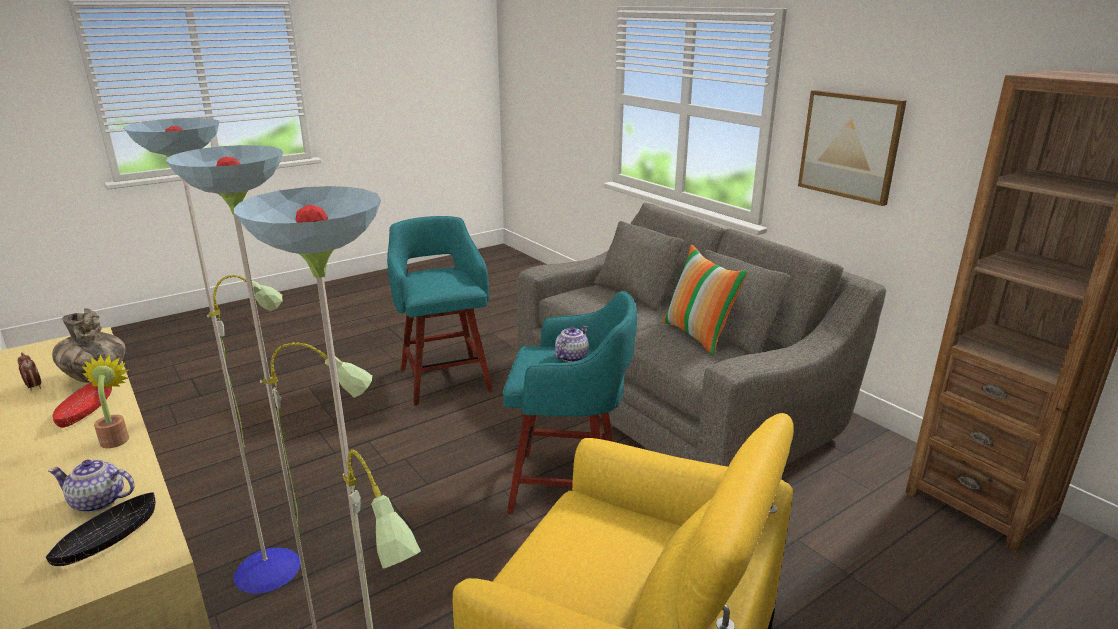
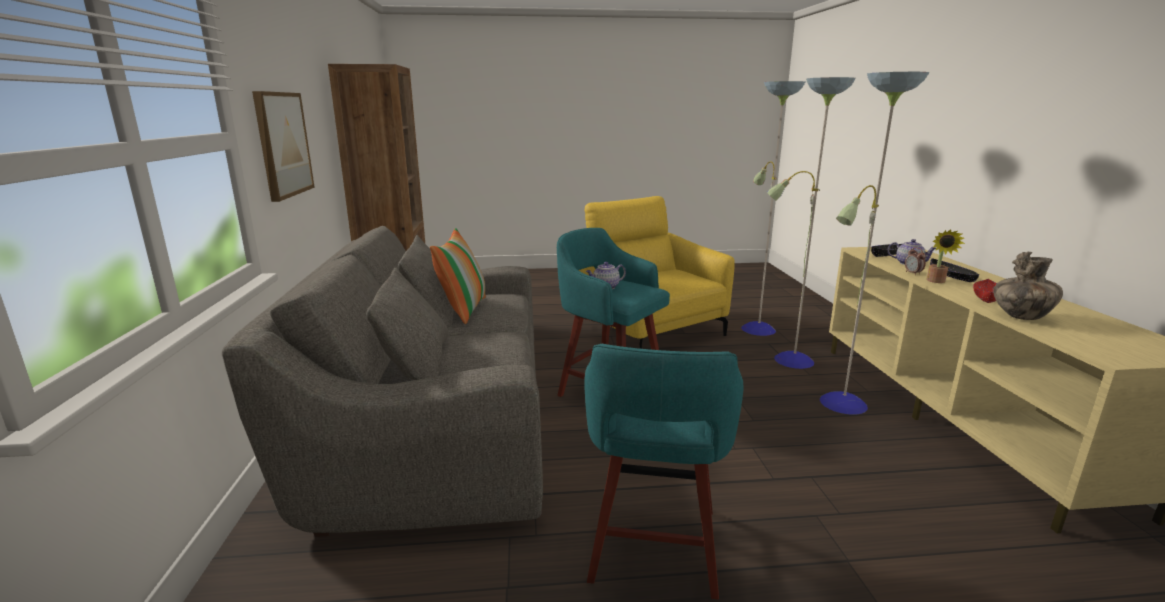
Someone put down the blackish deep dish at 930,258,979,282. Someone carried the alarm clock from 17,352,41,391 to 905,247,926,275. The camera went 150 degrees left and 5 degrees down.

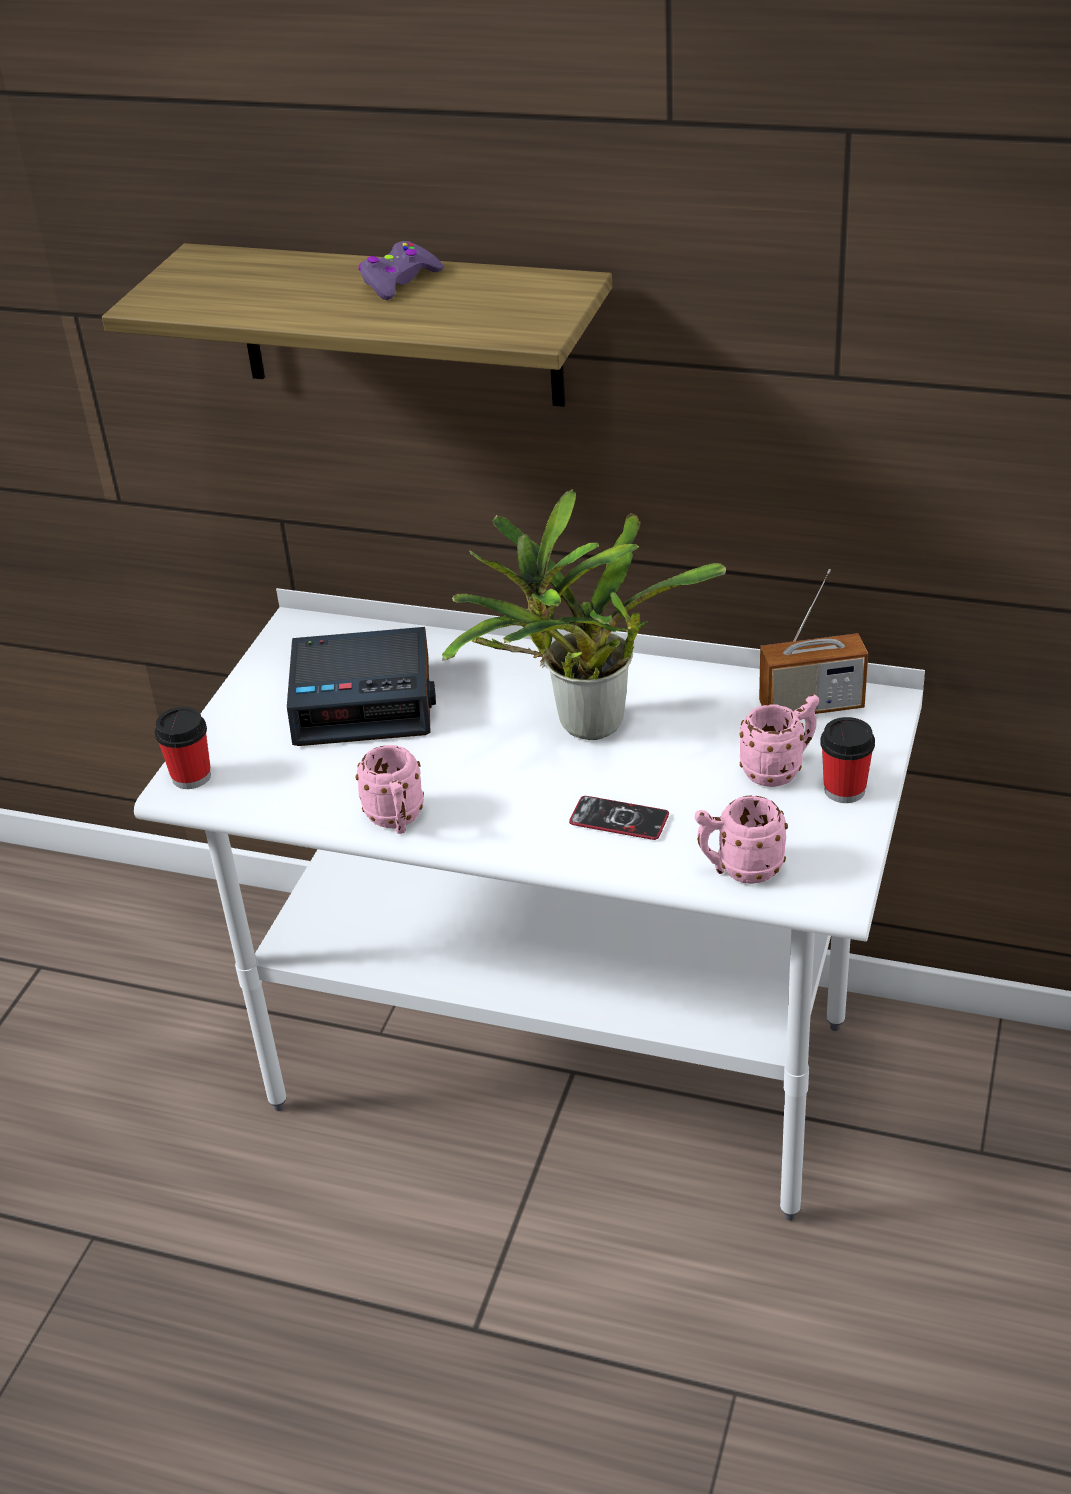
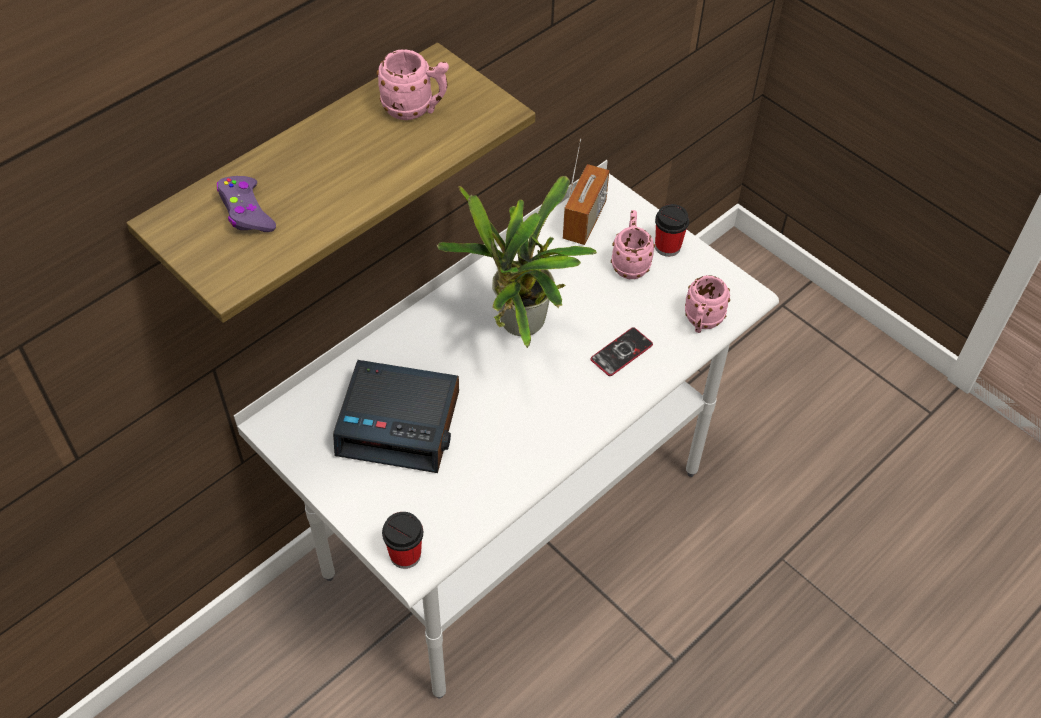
Someone carried the pinkish tea mug from 356,745,424,834 to 376,49,449,120. Someone carried the purple-coloured joypad from 358,241,443,300 to 217,176,276,232. Someone rotated the alarm clock at 287,627,436,746 by 75 degrees clockwise. The camera went 65 degrees left and 15 degrees up.

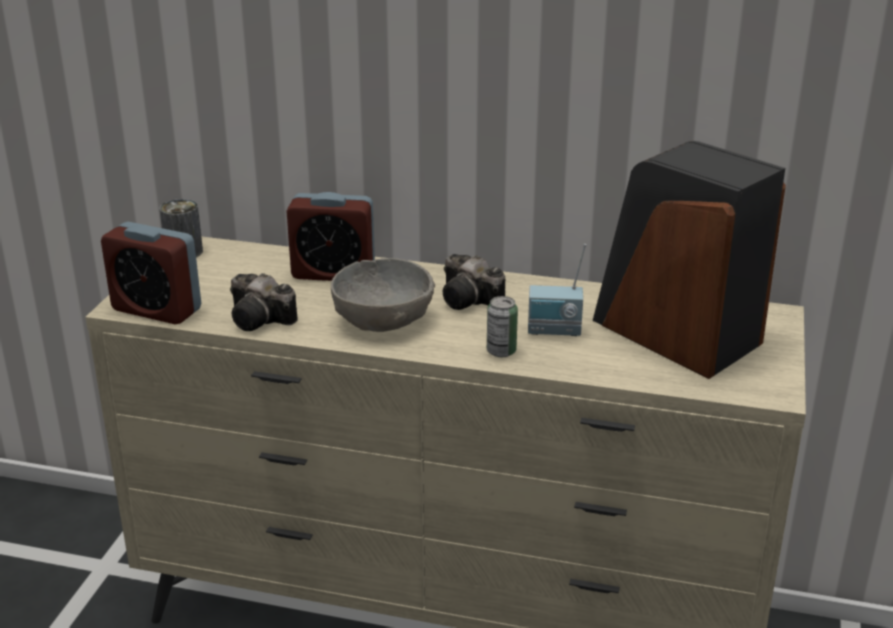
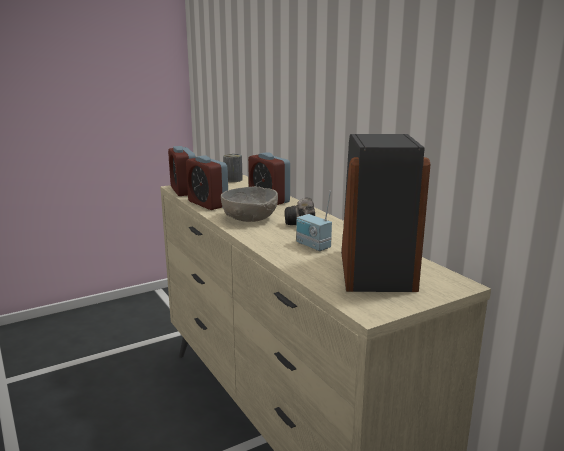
Someone took away the metal can at 487,296,518,357. Someone swapped the photo camera at 230,273,298,331 for the alarm clock at 186,156,228,210. The camera went 45 degrees right and 10 degrees down.

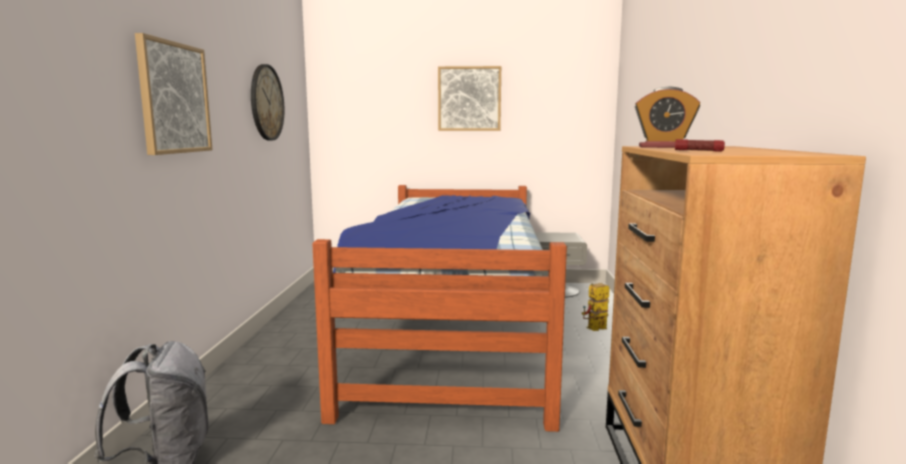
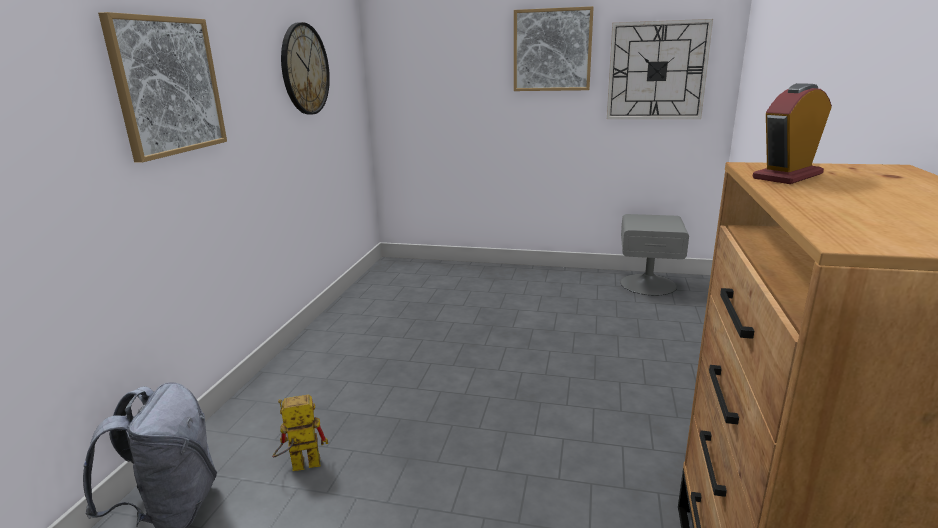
Someone took away the sleeping bed at 312,185,567,432. Someone took away the flashlight at 675,139,725,152. Someone put up the clock on the wall at 607,19,713,119. Someone carried the model robot from 582,283,610,331 to 272,394,328,471. Someone rotated the alarm clock at 635,87,700,148 by 120 degrees clockwise. The camera went 10 degrees right and 10 degrees up.

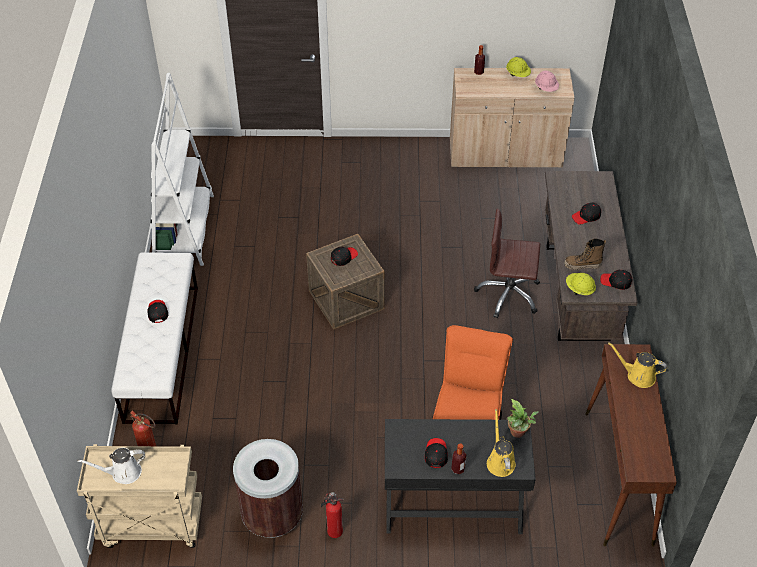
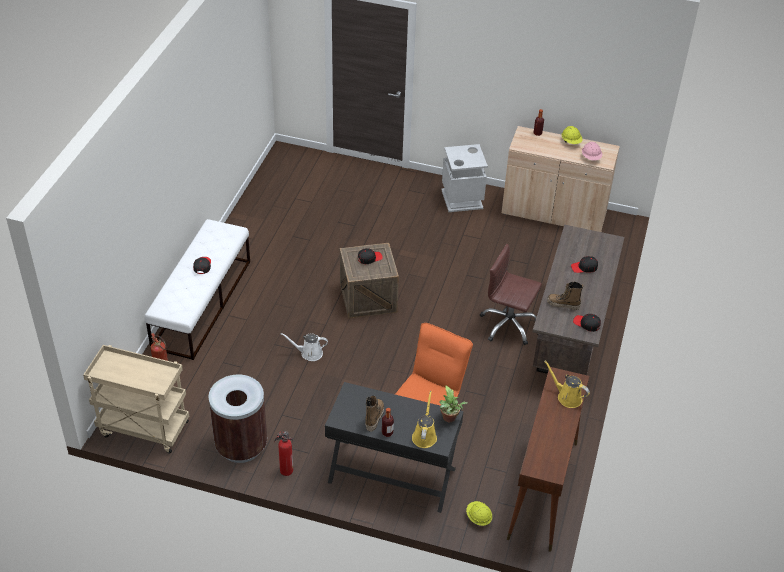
Someone took away the white bookshelf at 150,73,214,266. Someone put down the greyish waste bin at 441,144,488,212. Someone carried the white watering can from 77,448,145,484 to 281,333,328,361. Someone carried the yellowish hard hat from 566,273,596,295 to 466,501,492,526. Someone swapped the blackish cap at 425,438,448,468 for the high-top boot at 365,396,384,432. The camera went 15 degrees right and 5 degrees down.

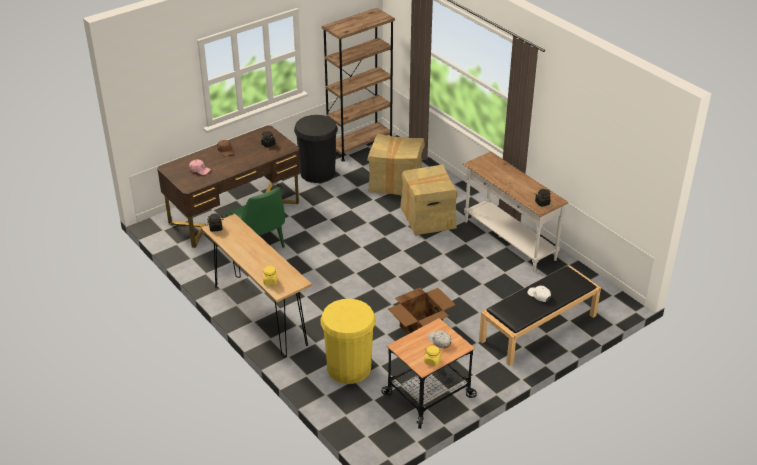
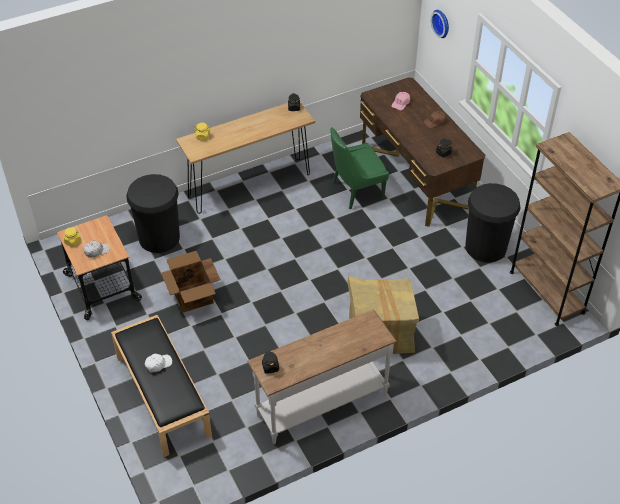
Someone took away the carton at 367,133,425,196. Someone put up the clock on the wall at 431,10,449,38. Someone repainted the yellowish waste bin at 320,299,376,384, which became the blackish waste bin at 126,174,180,253. The camera went 100 degrees right and 10 degrees up.

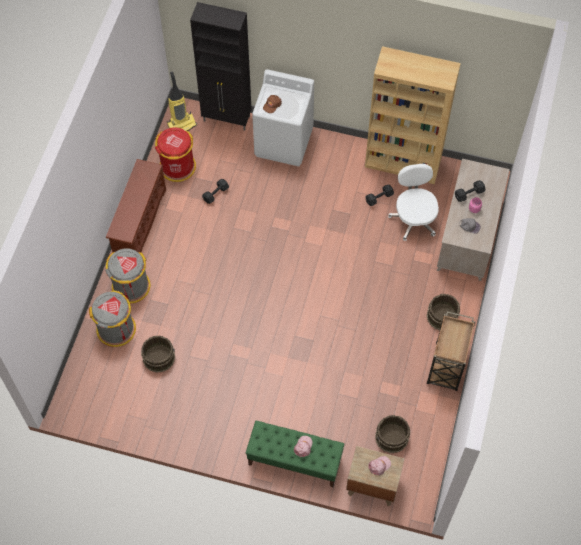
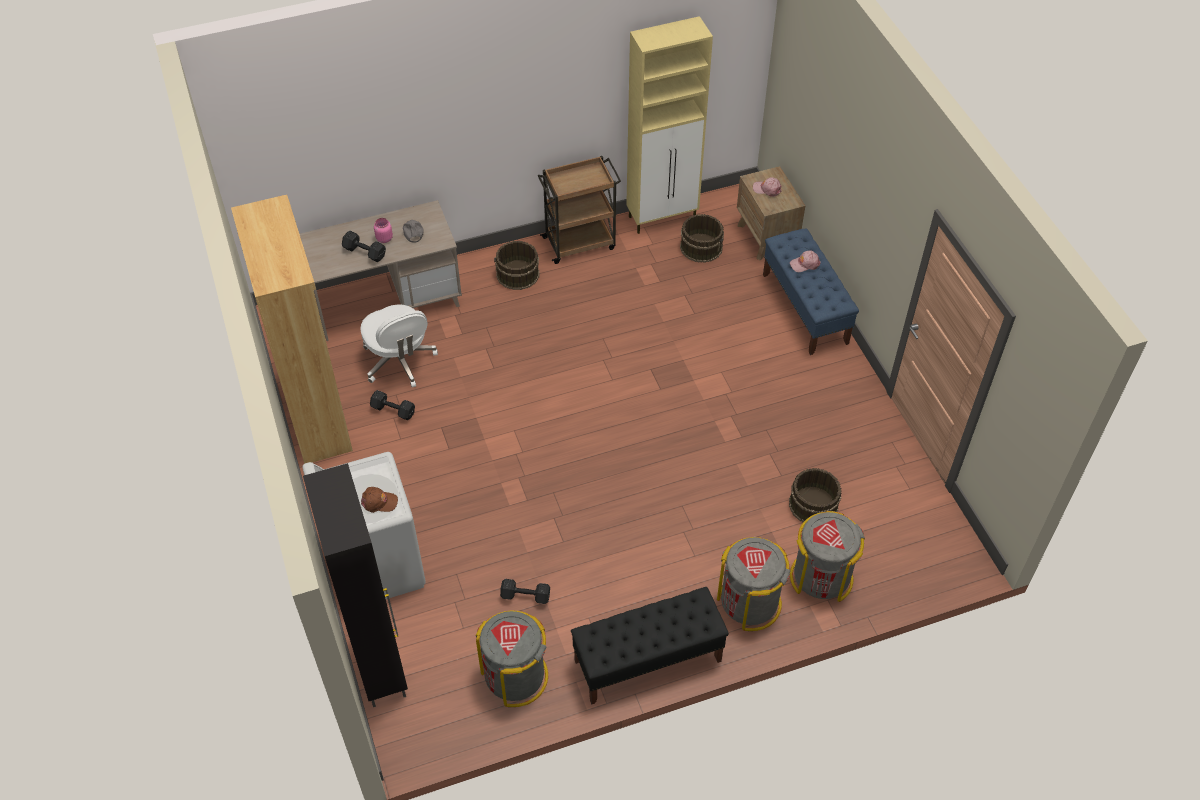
Someone took away the vacuum cleaner at 167,71,197,131. Someone put down the sand-coloured cabinet at 626,16,713,234. Someone swapped the brown shoe rack at 106,159,166,253 for the blackish bench at 571,587,729,705. Someone repainted the red-coloured waste bin at 155,127,196,182, which became the greyish waste bin at 476,610,548,707. Someone repainted the green-coloured bench at 246,421,344,487, which became the bluish bench at 763,228,859,355. Someone rotated the white desk chair at 388,164,439,241 by 75 degrees counterclockwise. The camera went 125 degrees left and 10 degrees down.

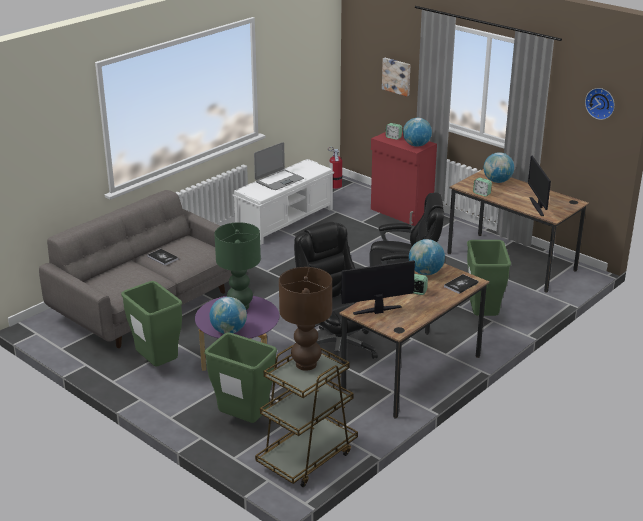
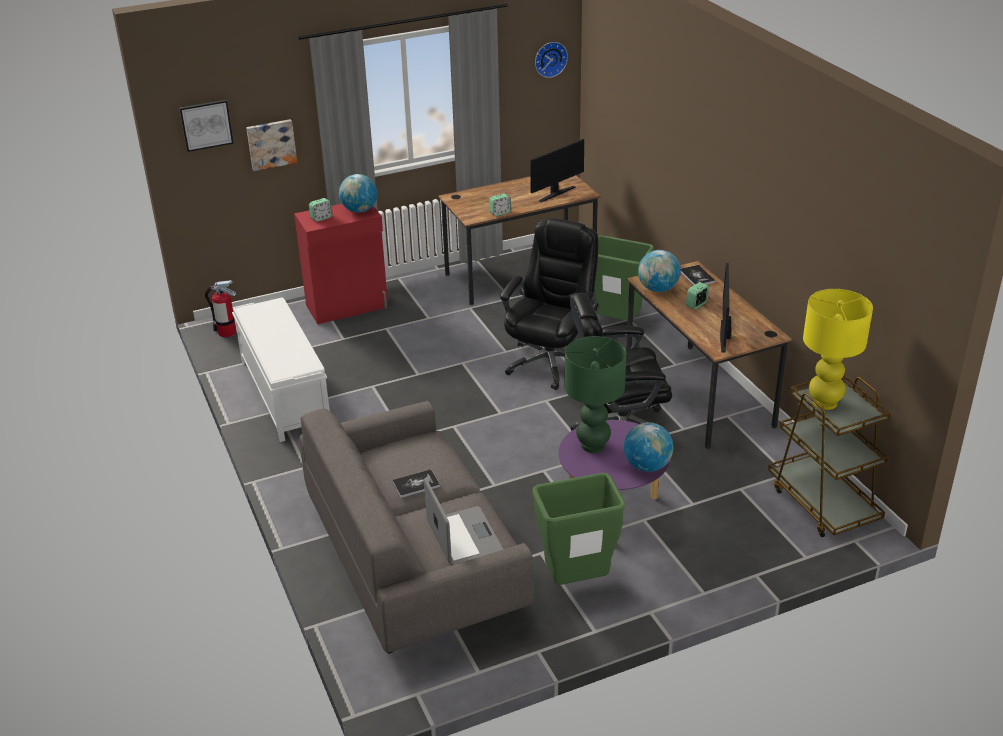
Someone took away the green-coloured waste bin at 205,333,277,423. Someone took away the desk globe at 484,152,514,183. Someone put up the wall picture at 179,100,234,152. Someone carried the notebook computer from 254,142,304,190 to 424,478,503,565. Someone repainted the brown table lamp at 279,267,332,371, which became the yellowish table lamp at 803,289,873,410. Someone rotated the monitor at 528,156,551,216 by 60 degrees counterclockwise. The camera went 65 degrees left and 5 degrees up.

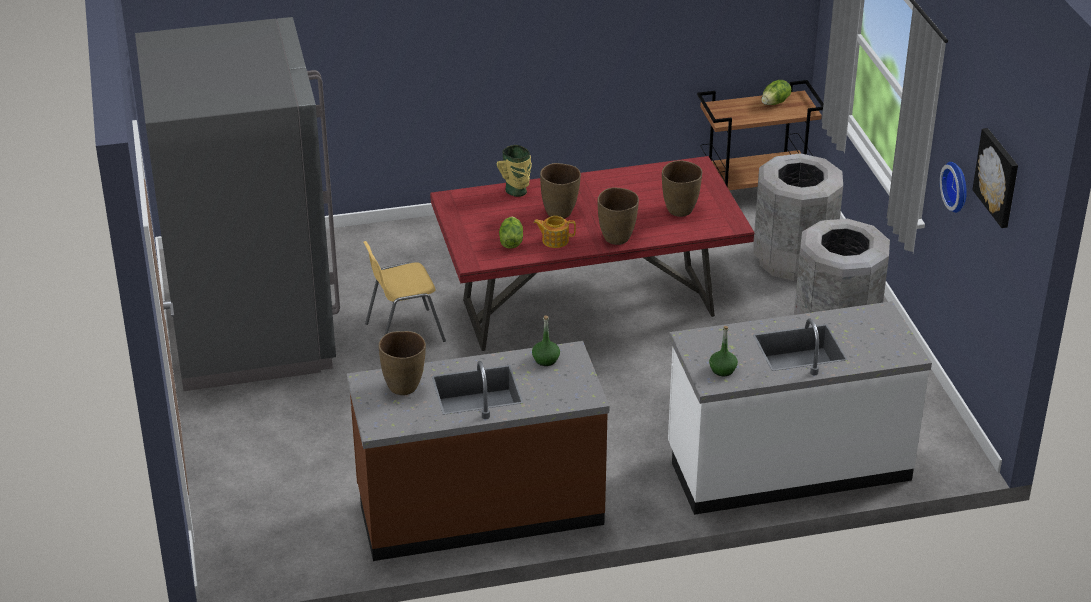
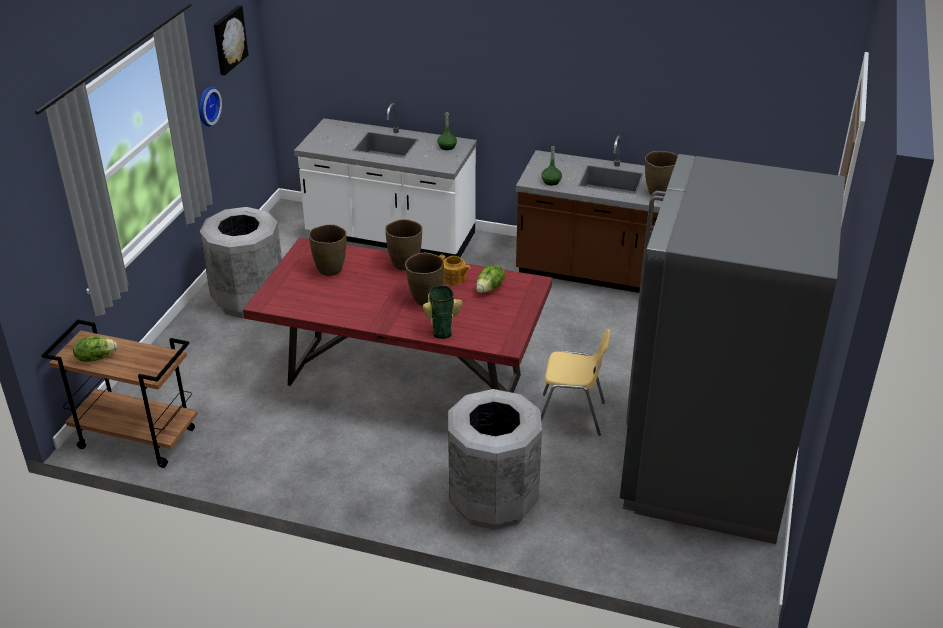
Someone carried the greyish waste bin from 754,153,843,281 to 448,389,542,530. The camera went 150 degrees left and 0 degrees up.

